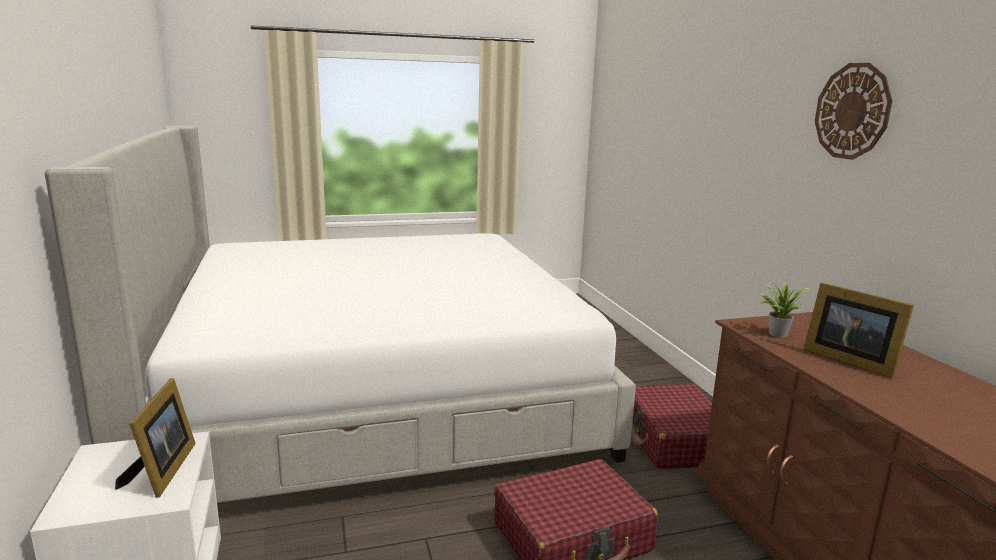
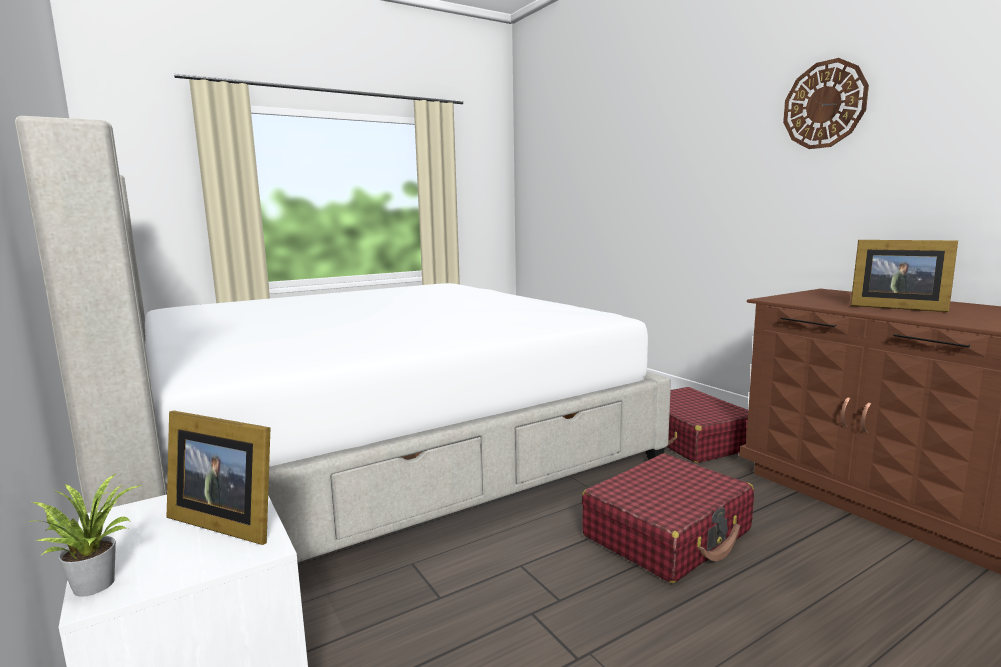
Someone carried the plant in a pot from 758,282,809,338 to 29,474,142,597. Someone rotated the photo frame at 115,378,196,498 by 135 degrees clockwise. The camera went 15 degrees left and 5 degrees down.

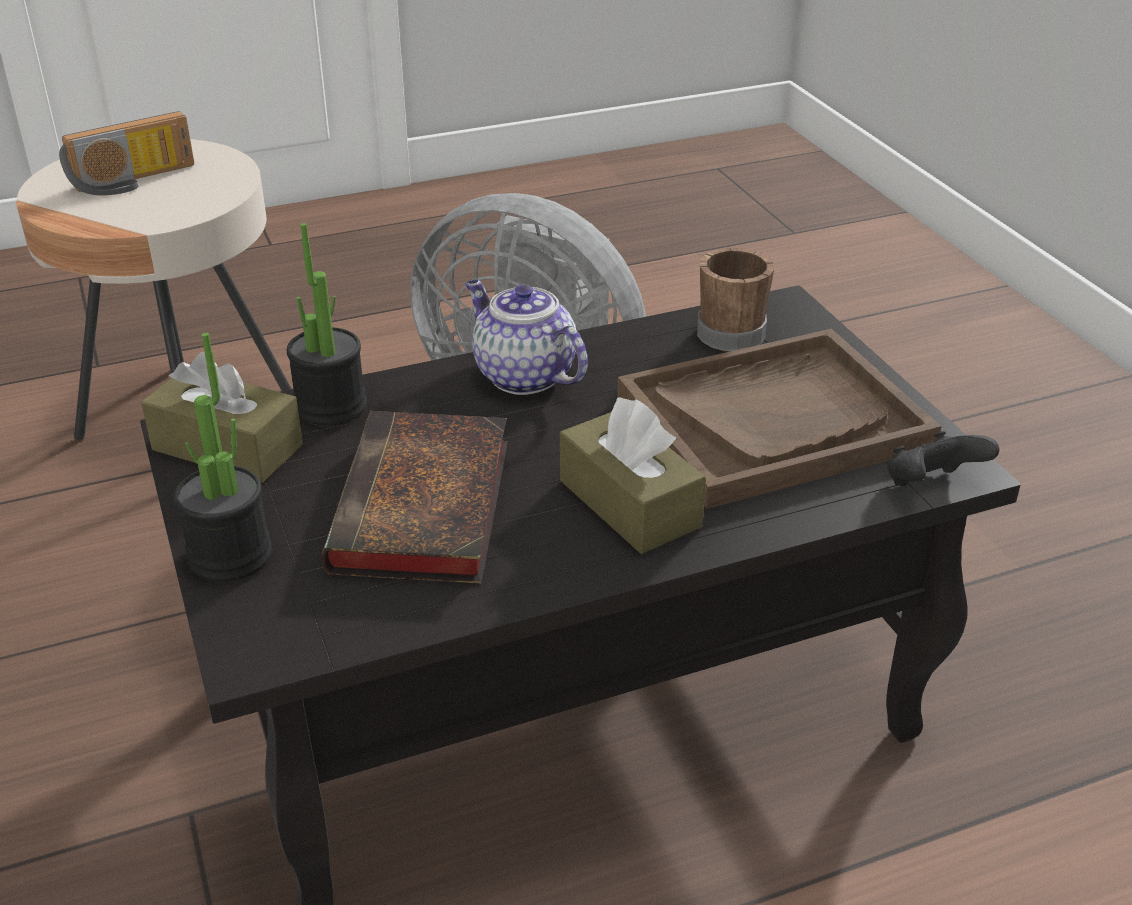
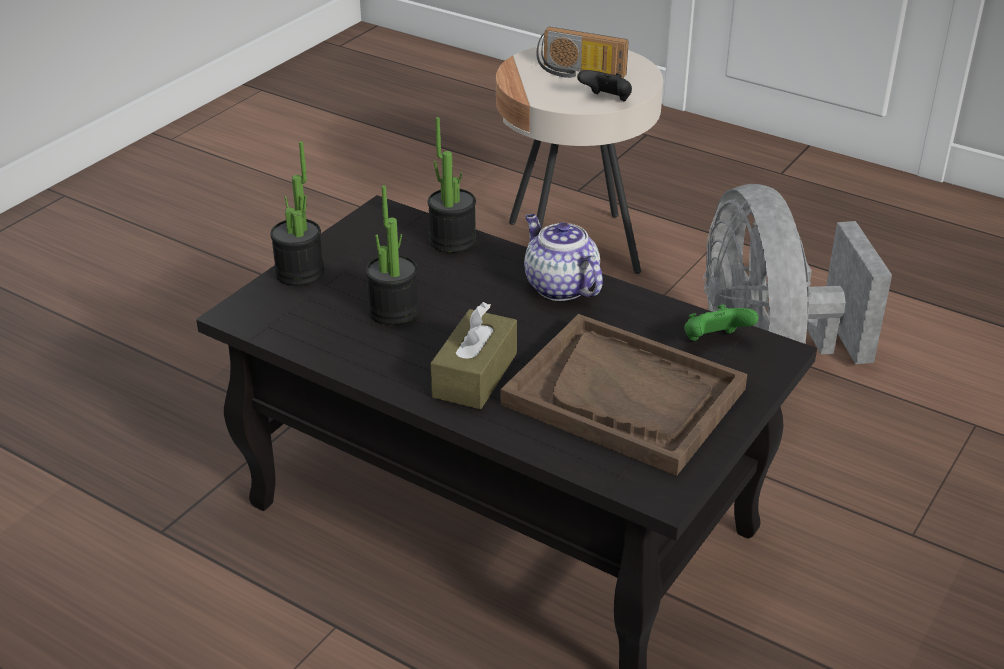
Someone took away the brown tissue holder at 141,352,303,483. Someone carried the blackish joypad from 887,431,999,486 to 577,70,632,101. Someone swapped the bound book at 321,411,507,584 for the plant in a pot at 366,185,420,326. Someone swapped the brown tea mug at 697,248,774,352 for the green-coloured joypad at 684,304,758,341. Someone rotated the teapot at 465,279,588,395 by 45 degrees counterclockwise. The camera went 55 degrees right and 0 degrees up.

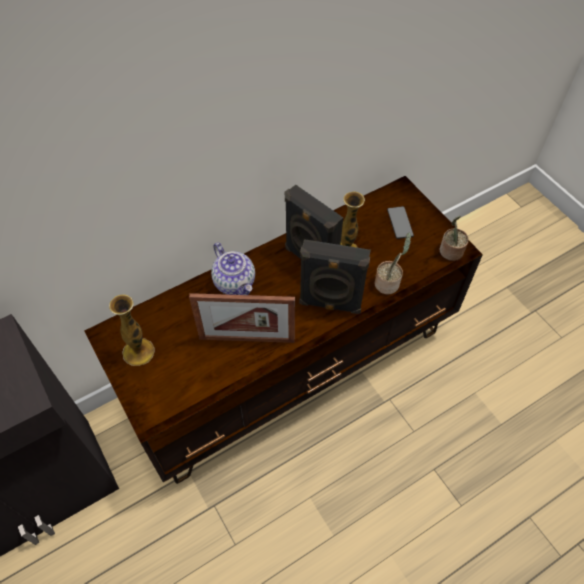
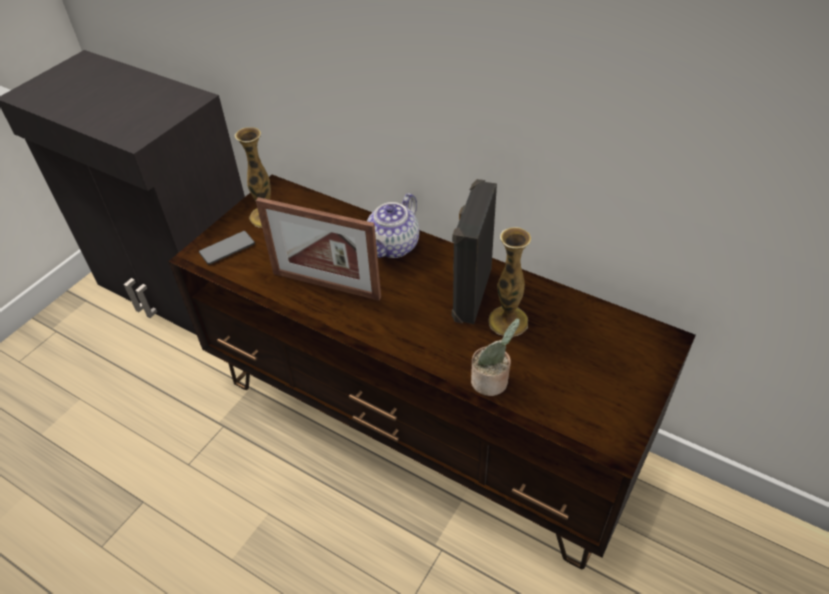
Someone took away the blackish loudspeaker at 299,239,371,314. Someone took away the plant in a pot at 440,216,469,261. Someone carried the telephone from 387,206,414,239 to 199,231,255,265. Someone rotated the photo frame at 189,293,295,343 by 45 degrees counterclockwise. The camera went 65 degrees right and 10 degrees down.

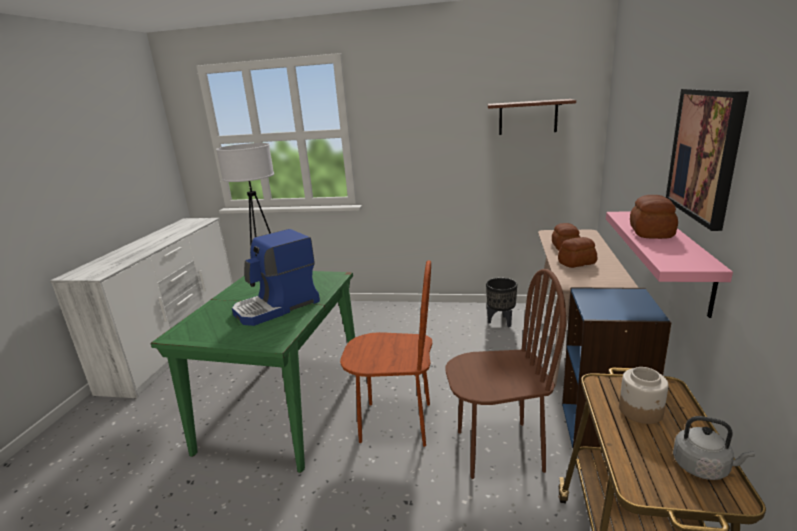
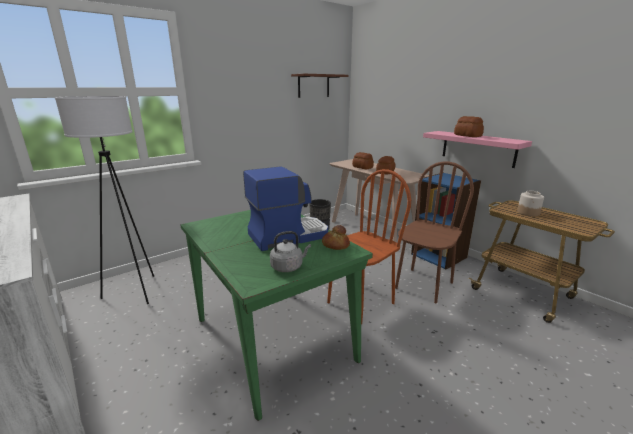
Someone took away the wall picture at 666,88,749,231. Someone put down the bread at 322,225,350,250. Someone carried the greyish water kettle from 673,416,755,480 to 270,231,311,272. Someone rotated the coffee brewer at 232,229,320,326 by 120 degrees counterclockwise. The camera went 50 degrees left and 0 degrees up.

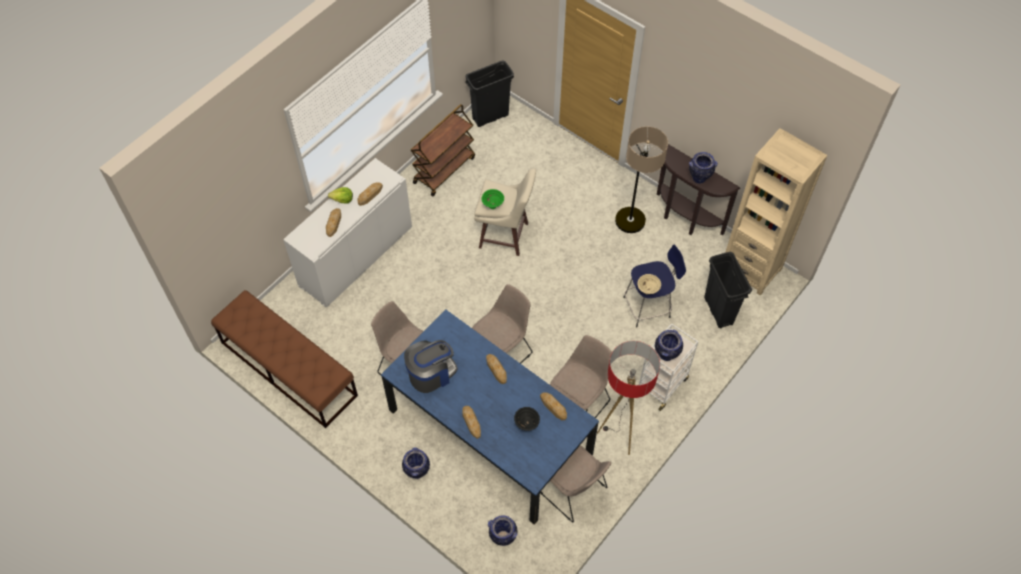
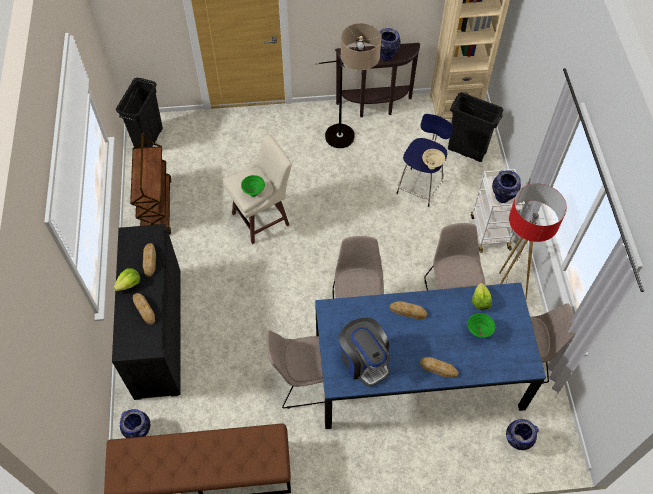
Someone carried the flower vase from 402,447,430,479 to 120,409,150,438. Someone swapped the bread at 540,392,567,420 for the lettuce head at 472,283,492,310. Someone repainted the white cabinet at 283,158,412,307, which became the blackish cabinet at 112,224,181,400. Someone repainted the blackish deep dish at 514,407,540,431, which became the green-coloured deep dish at 467,313,496,338. Someone rotated the coffee brewer at 404,340,458,393 by 135 degrees clockwise. The camera went 45 degrees left and 0 degrees up.

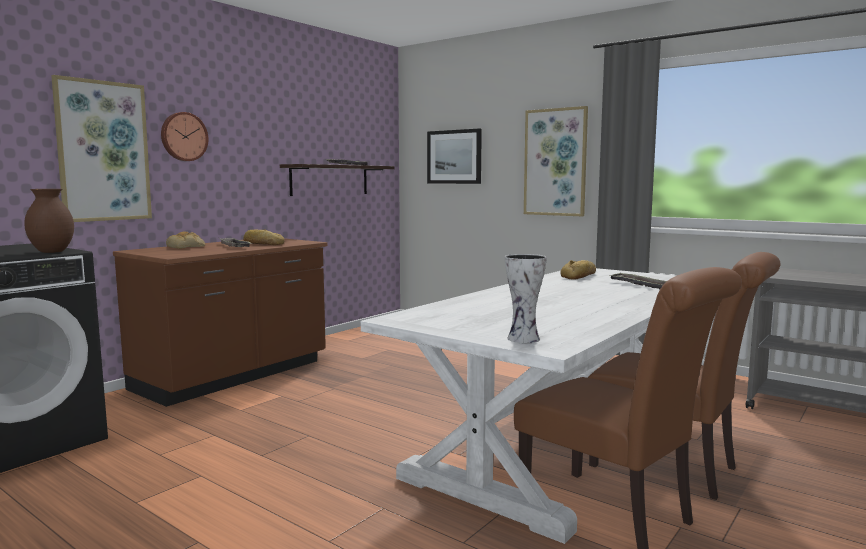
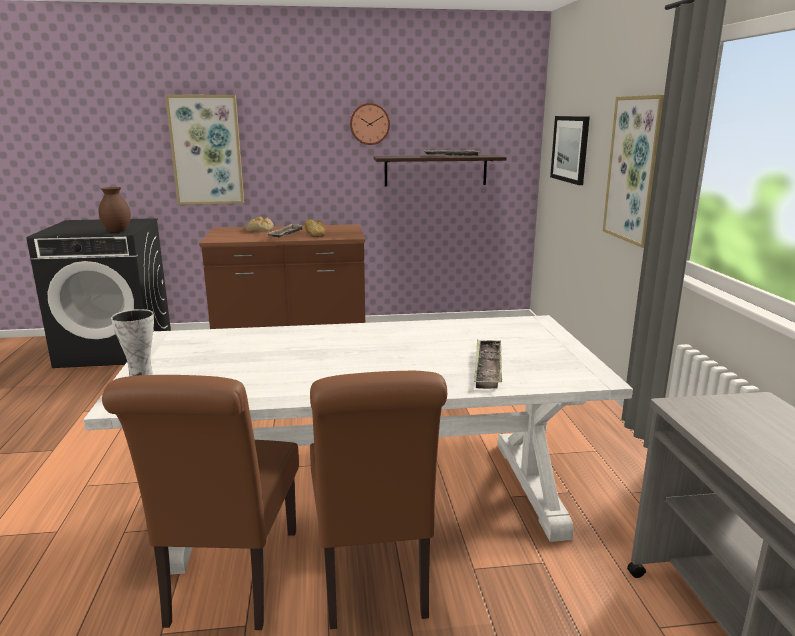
Someone took away the bread at 560,260,596,280. Someone carried the clock on the wall from 161,112,209,161 to 350,103,390,145. The camera went 45 degrees right and 10 degrees up.

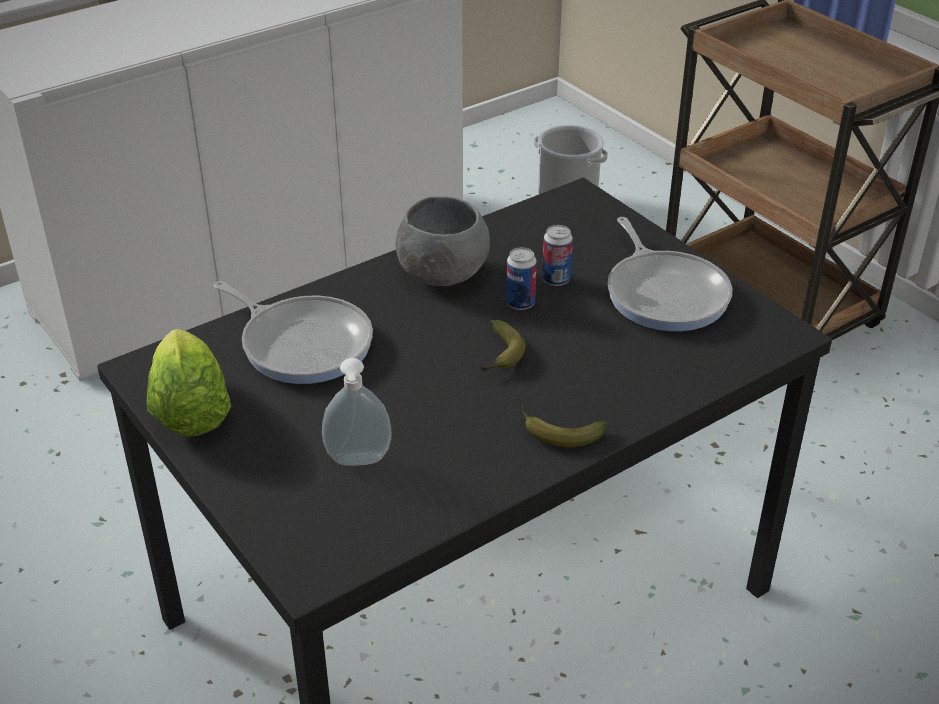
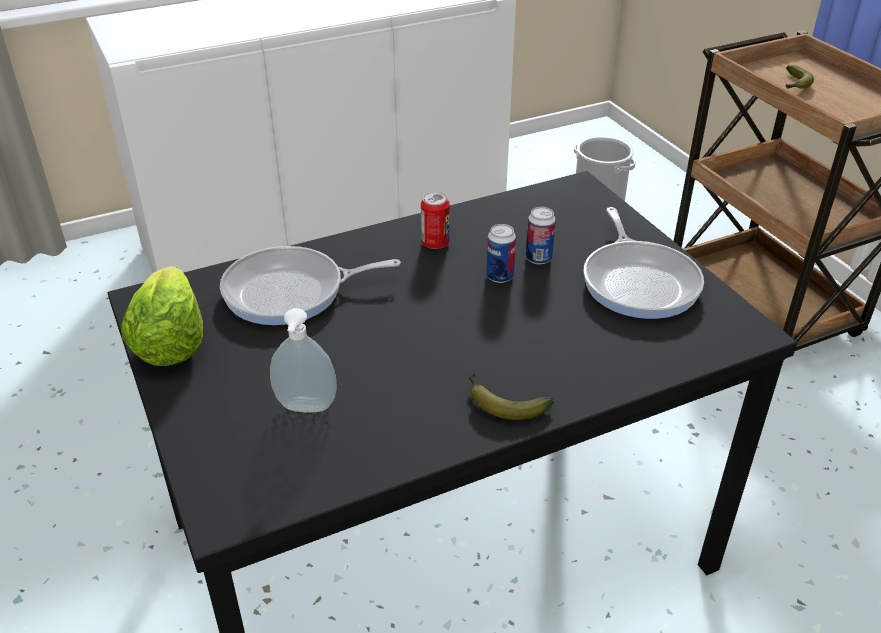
Someone carried the whole banana from 480,320,525,372 to 786,65,814,89. Someone swapped the greyish deep dish at 396,197,490,286 for the metal can at 421,192,450,249. Someone rotated the pan at 214,281,373,384 by 120 degrees clockwise. The camera went 10 degrees right and 0 degrees up.

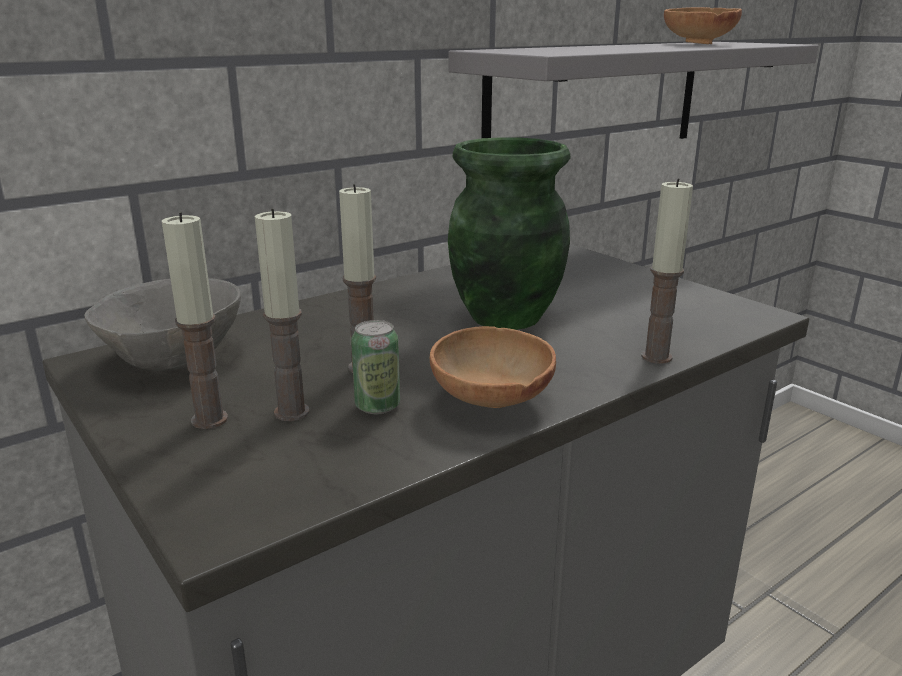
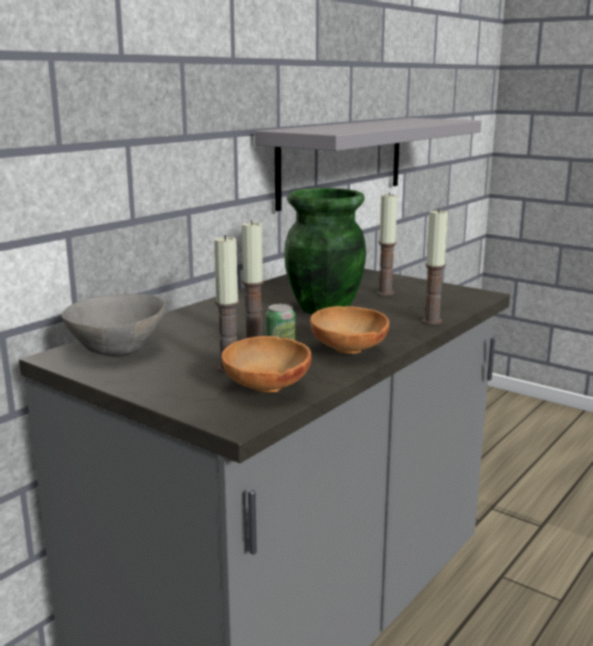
Someone carried the candle from 162,212,228,429 to 377,192,397,295. Someone carried the brown deep dish from 664,7,742,44 to 221,336,312,393. The camera went 15 degrees left and 5 degrees down.

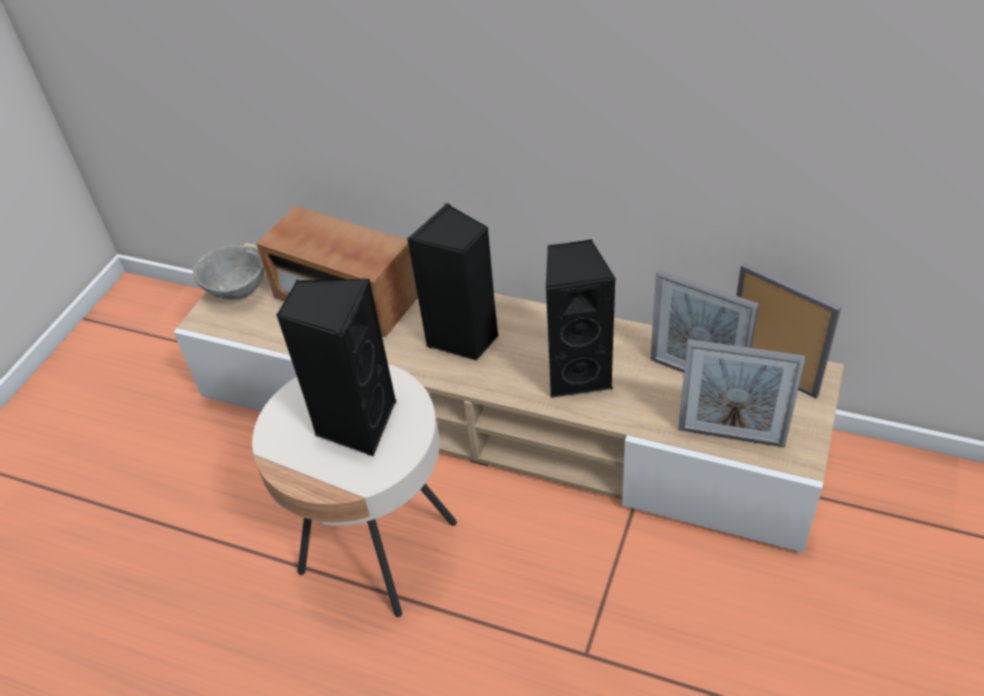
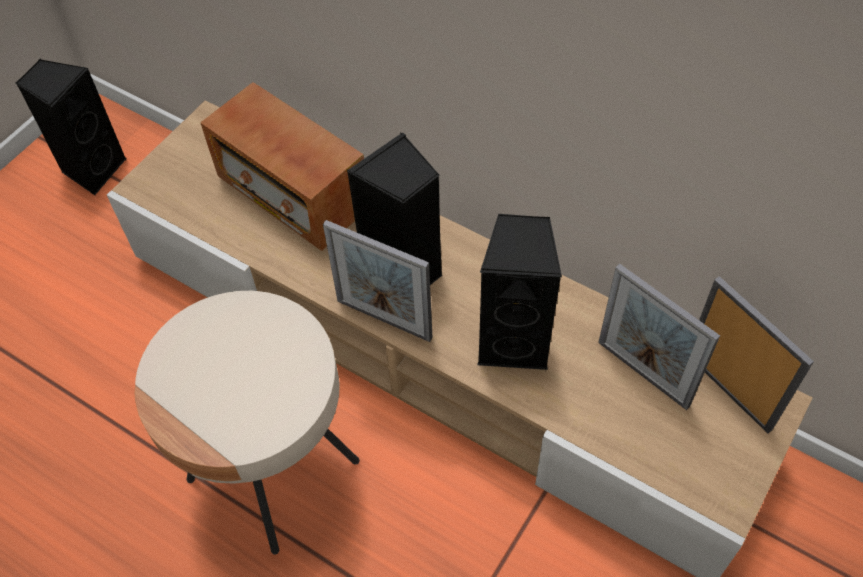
Someone took away the greyish deep dish at 193,245,264,300. Someone carried the blackish loudspeaker from 276,278,396,456 to 16,58,127,195. Someone carried the photo frame from 678,339,805,448 to 323,220,433,342. The camera went 10 degrees right and 10 degrees up.

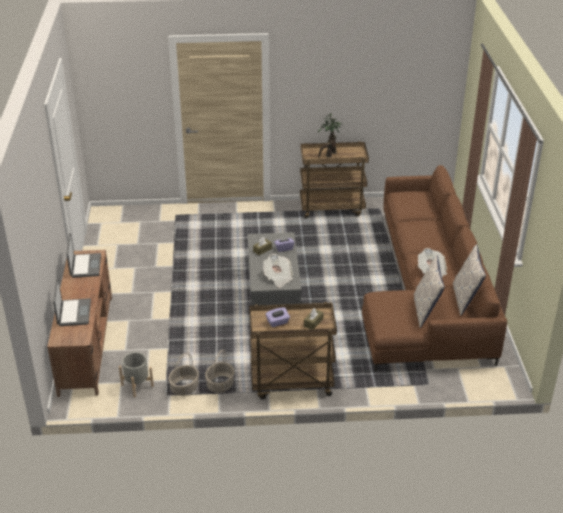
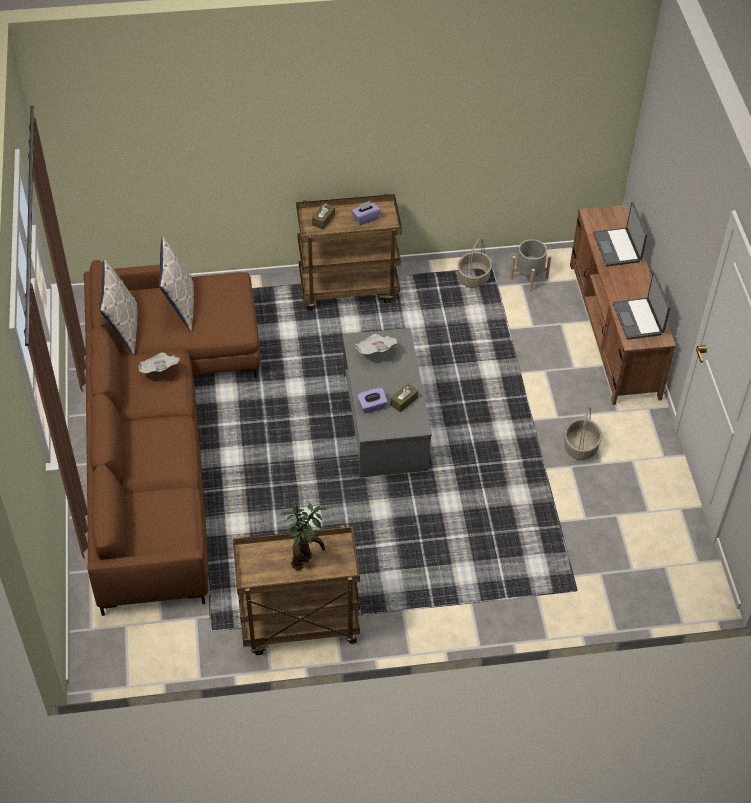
Someone carried the basket from 205,350,235,393 to 564,407,602,460. The camera went 175 degrees right and 15 degrees up.

